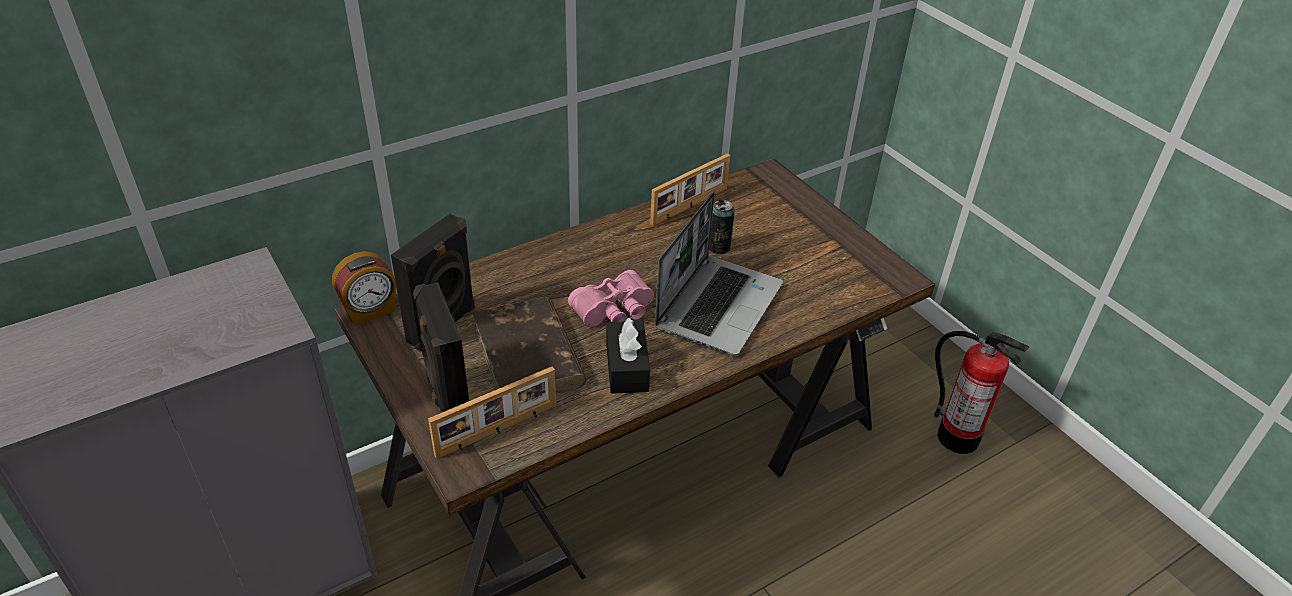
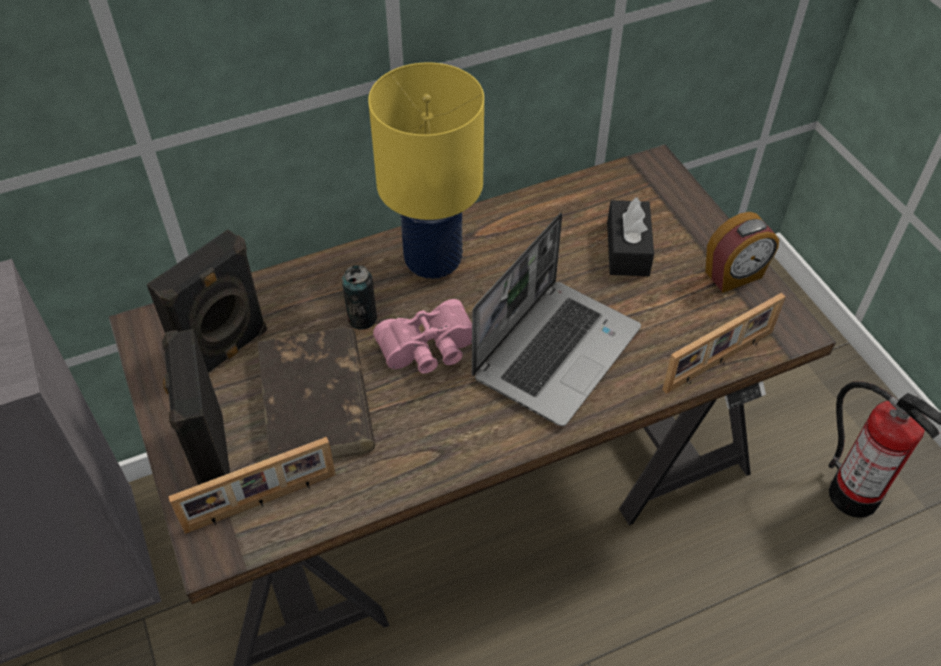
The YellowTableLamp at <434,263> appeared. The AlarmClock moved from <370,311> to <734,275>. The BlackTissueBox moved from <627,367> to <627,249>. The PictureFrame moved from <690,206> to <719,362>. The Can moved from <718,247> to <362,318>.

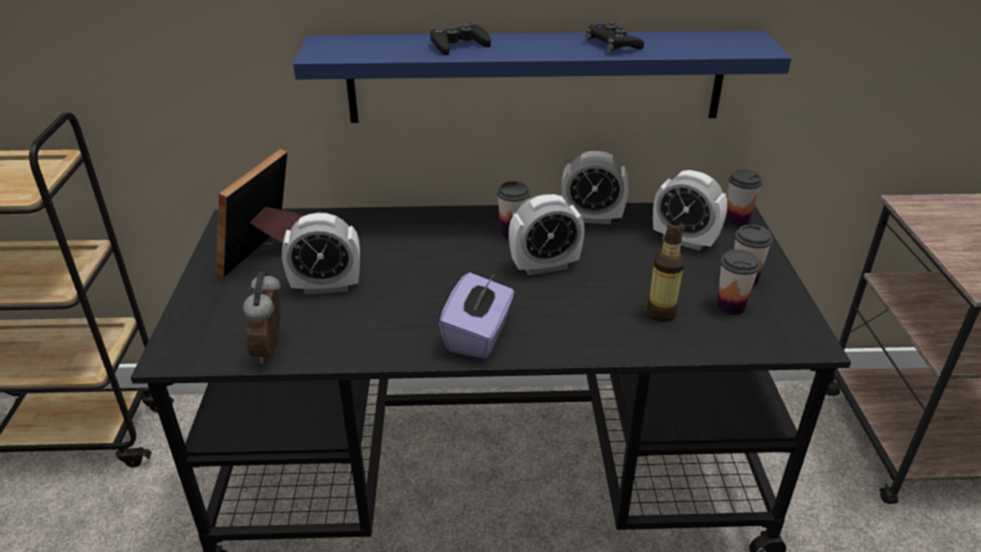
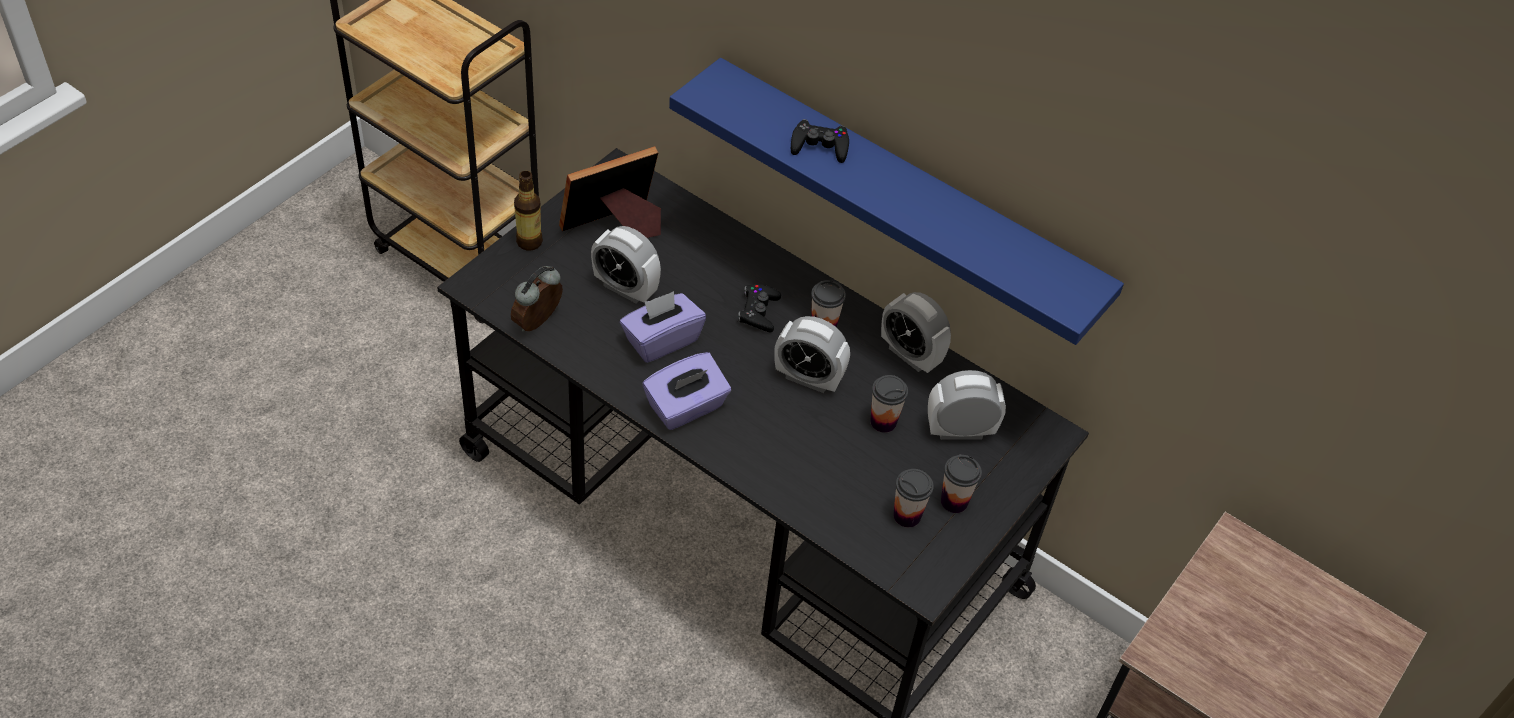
The PurpleTissueBox at <661,340> appeared. The BlackGameController moved from <612,45> to <758,312>. The Bottle moved from <661,313> to <529,242>. The Cup moved from <737,220> to <883,422>. The AlarmClock at <684,240> turned 105 degrees clockwise.

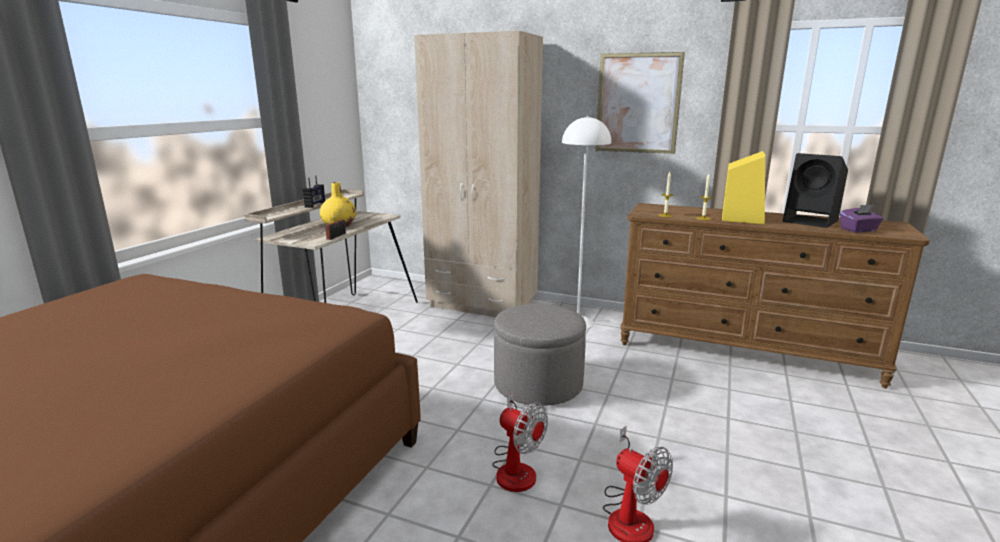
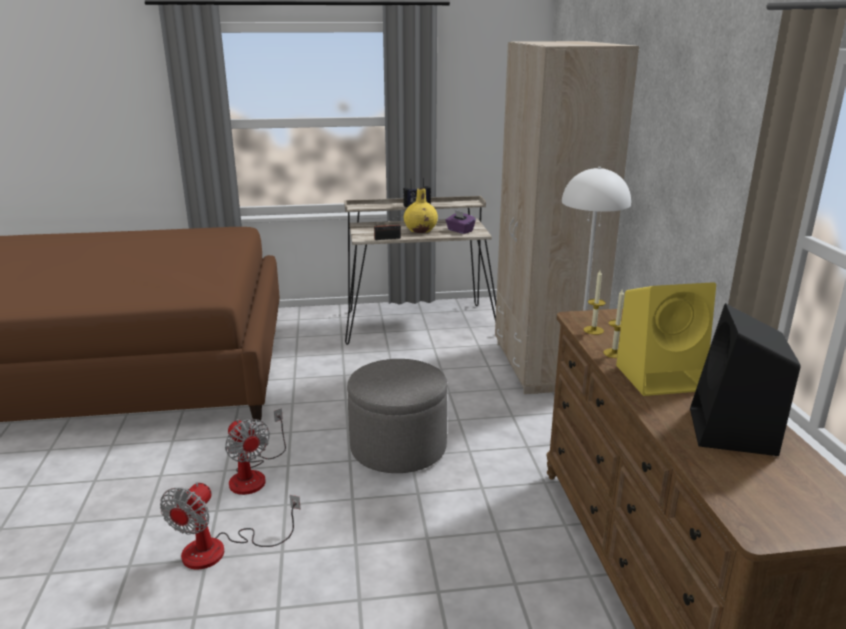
The Picture at <637,103> disappeared. The PurpleTissueBox moved from <858,230> to <460,231>. The Fan at <515,467> turned 45 degrees counterclockwise.

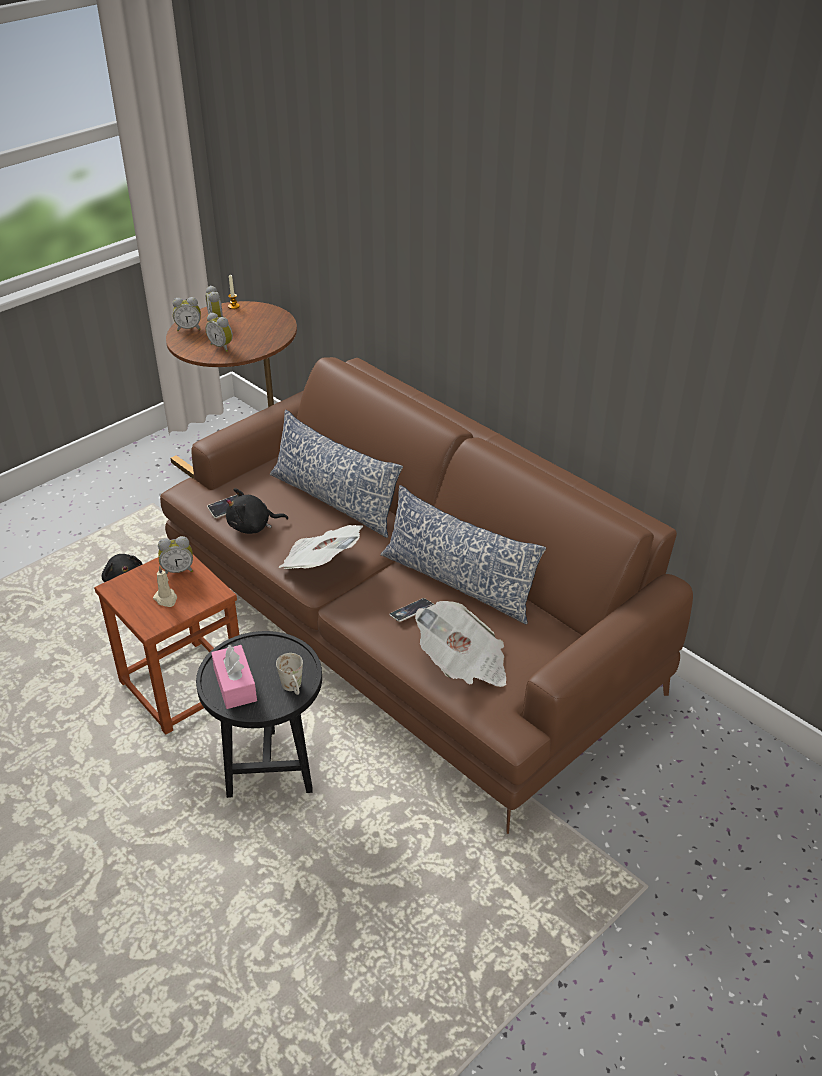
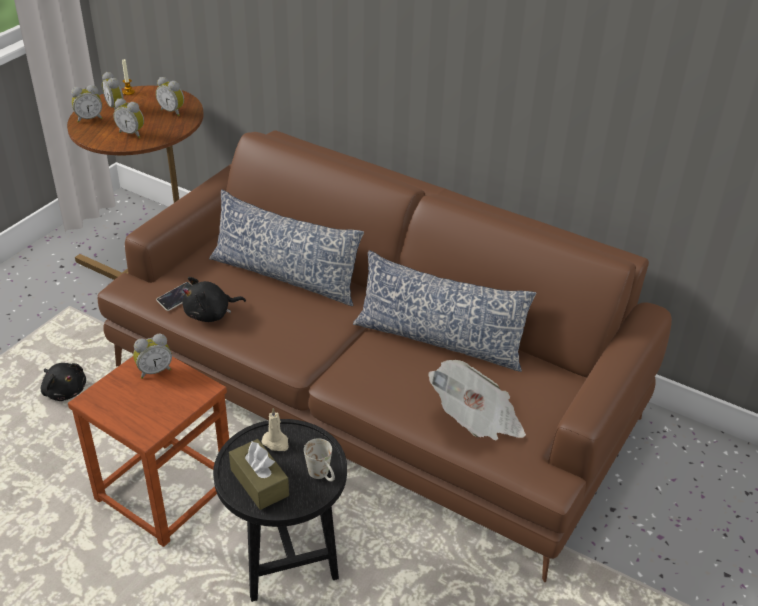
The Newspaper at <321,564> disappeared. The Phone at <411,612> disappeared. The AlarmClock at <173,111> appeared. The BeigeCandle moved from <166,599> to <276,442>. The PinkTissueBox at <235,685> became the BrownTissueBox at <259,482>.

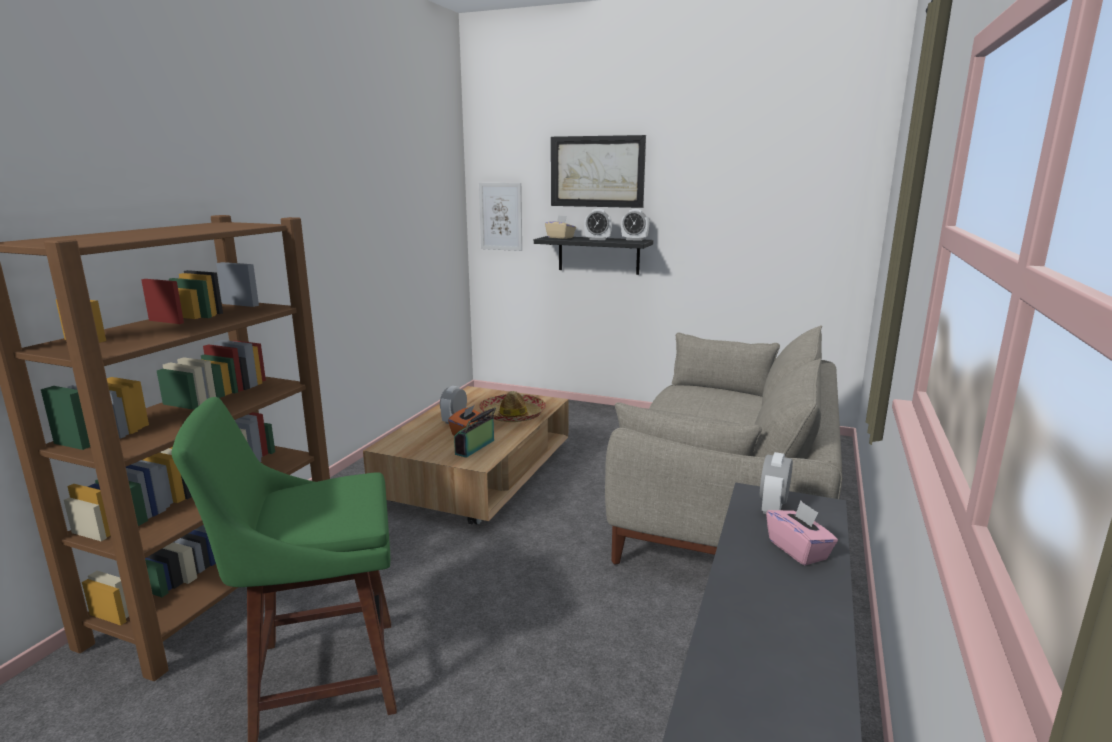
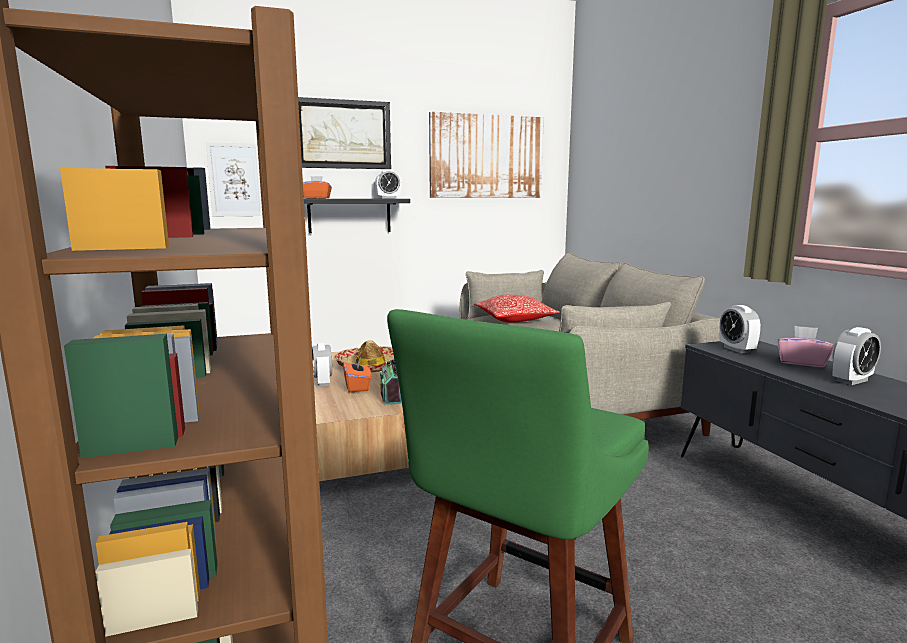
The Picture at <486,156> appeared. The Pillow at <515,320> appeared. The AlarmClock moved from <597,239> to <851,381>. The BeigeTissueBox at <560,237> became the OrangeTissueBox at <317,198>.

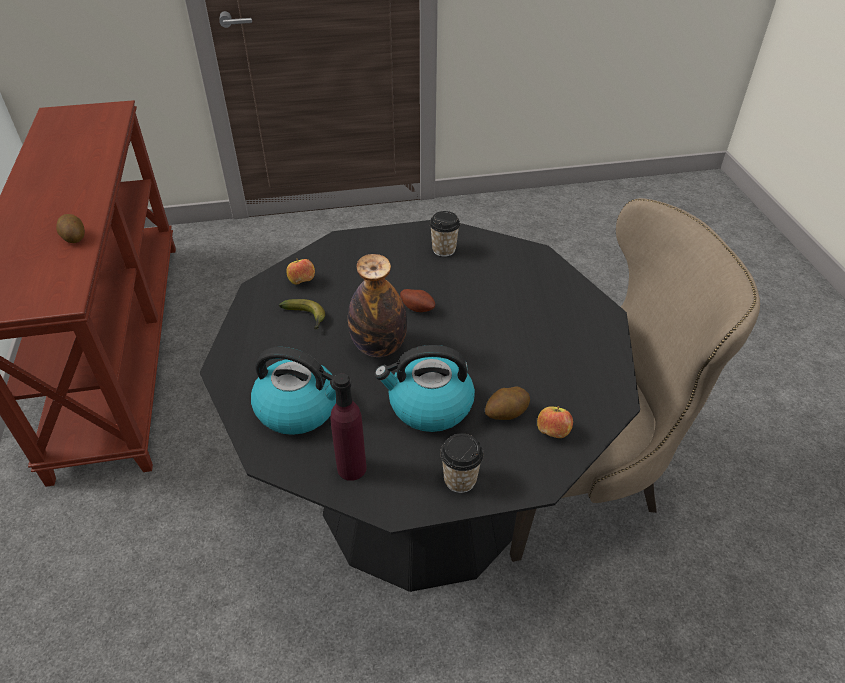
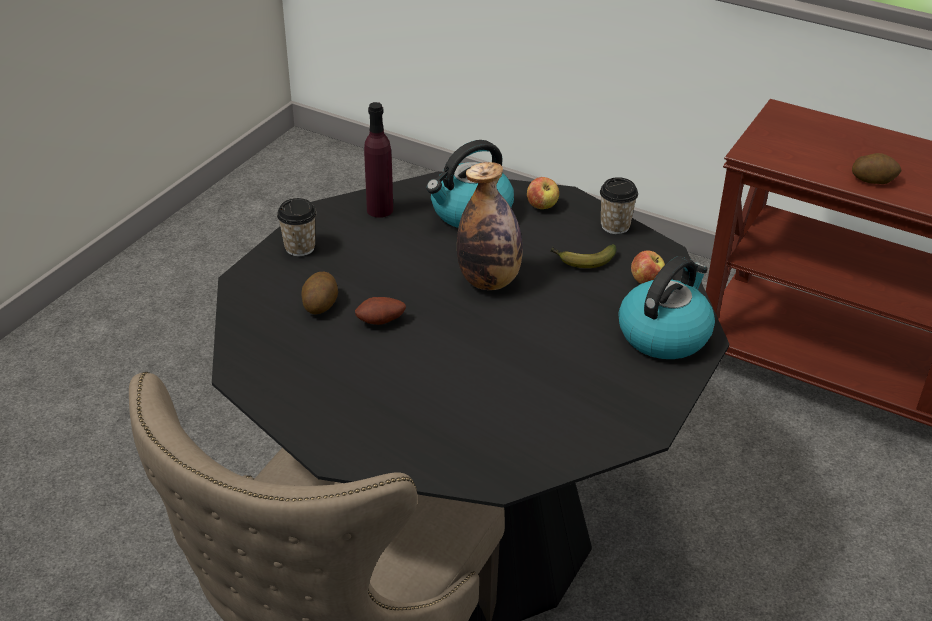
The Kettle moved from <429,406> to <664,334>. The Potato moved from <418,308> to <381,322>. The Cup moved from <444,250> to <615,226>. The Apple moved from <552,432> to <542,206>.

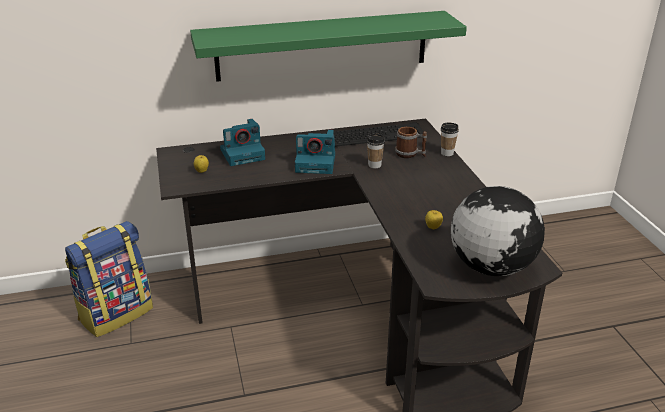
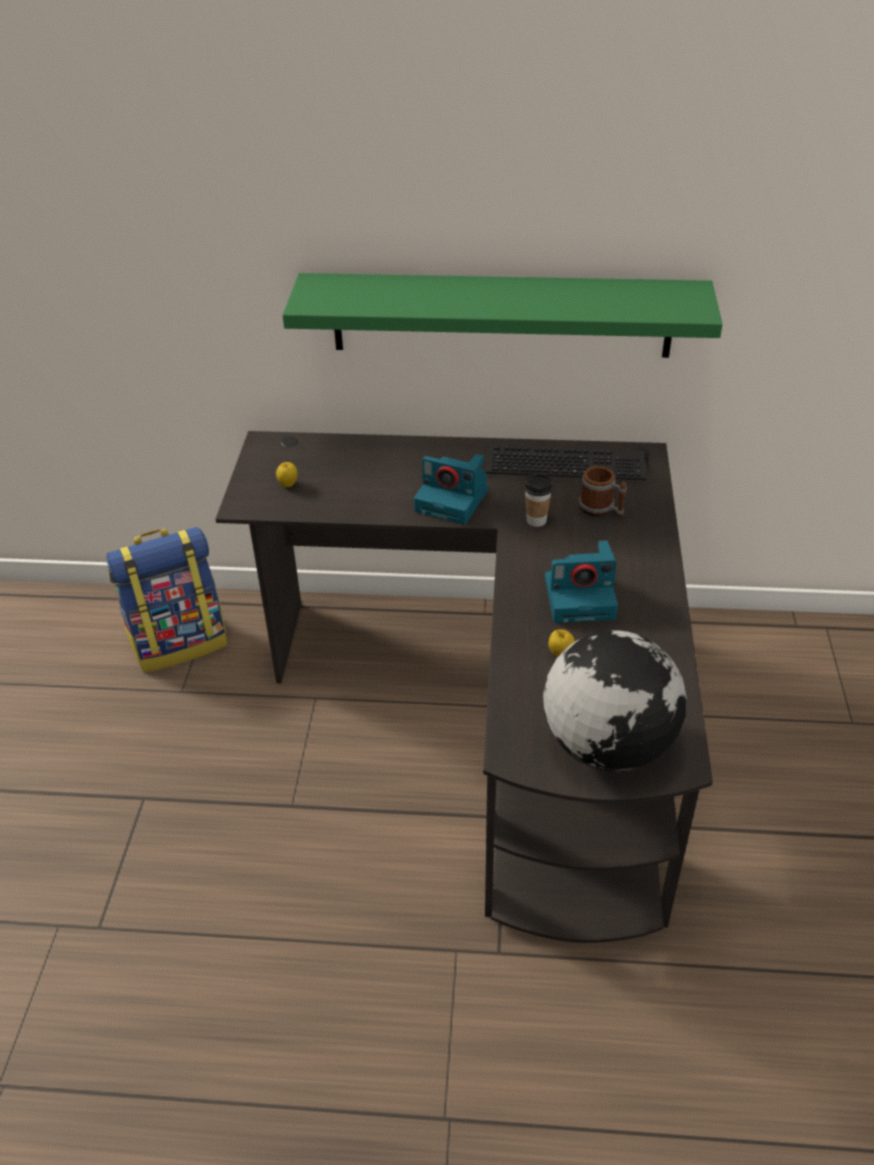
The Cup at <447,153> disappeared. The PhotoCamera moved from <243,154> to <581,597>.

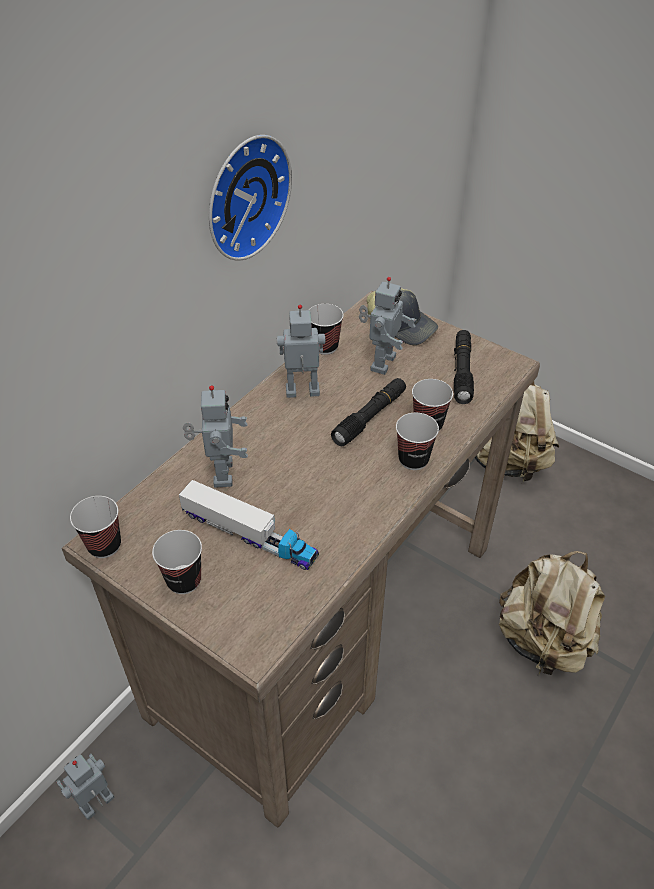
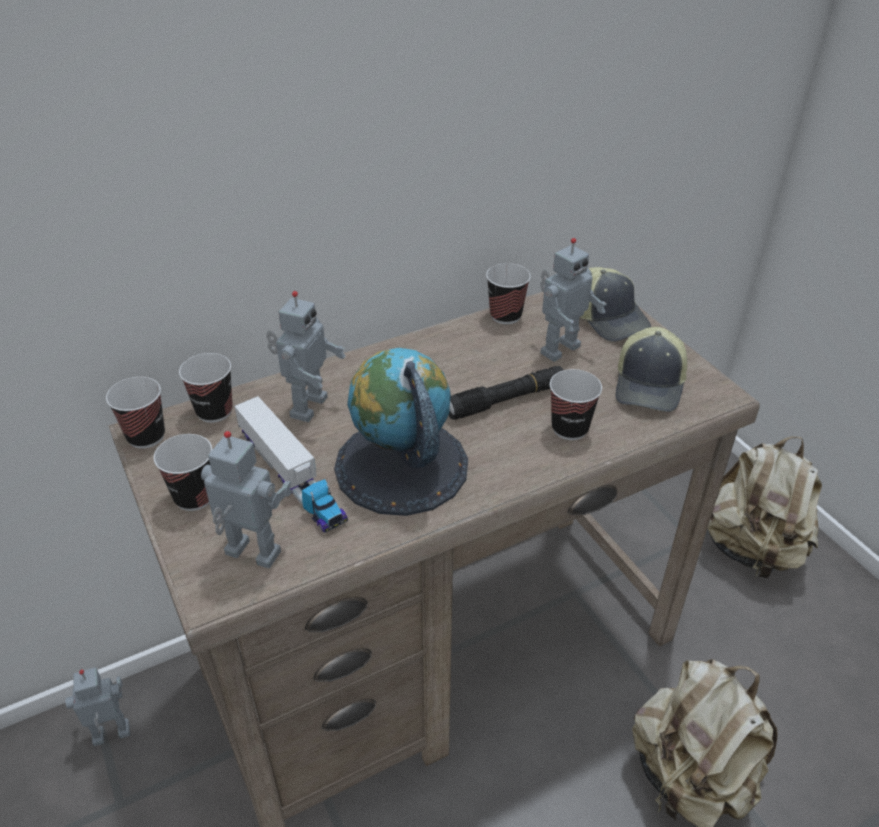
The WallClock at <243,196> disappeared. The Globe at <401,466> appeared. The ToyRobot moved from <302,393> to <251,555>. The Cup moved from <413,459> to <214,411>. The BlackFlashlight at <462,372> was replaced by the Cap at <650,385>.

